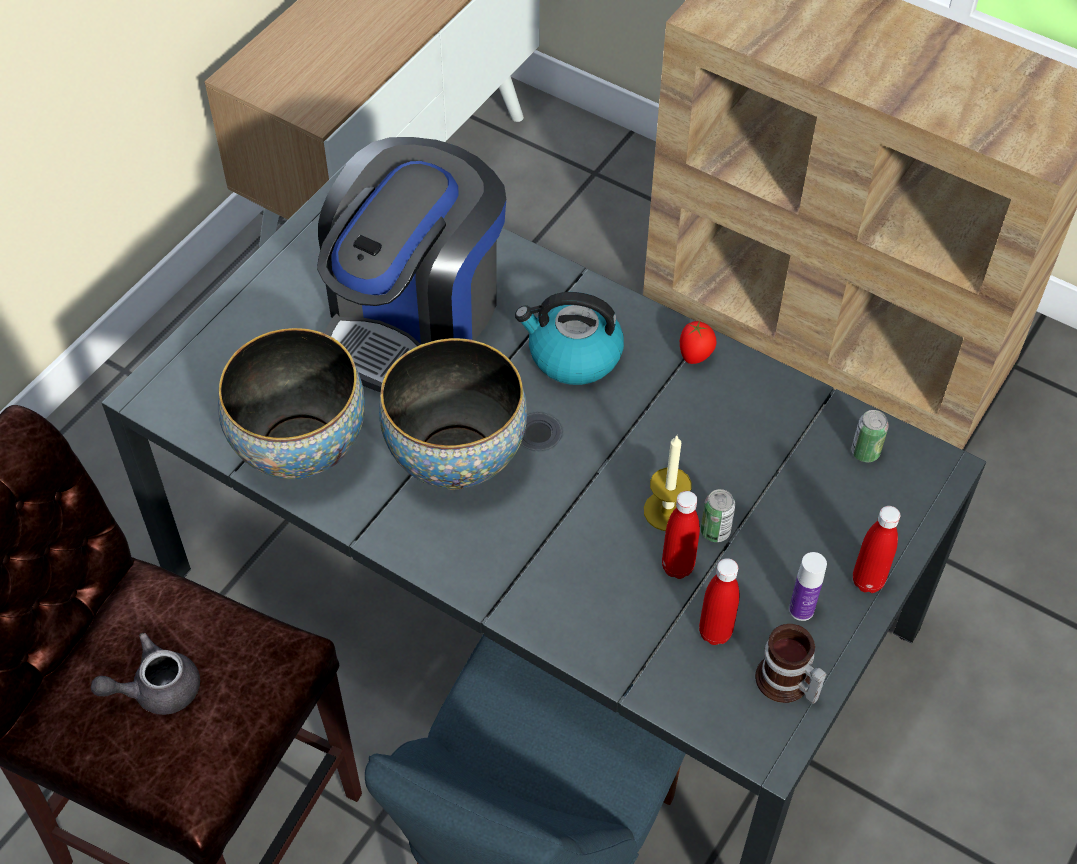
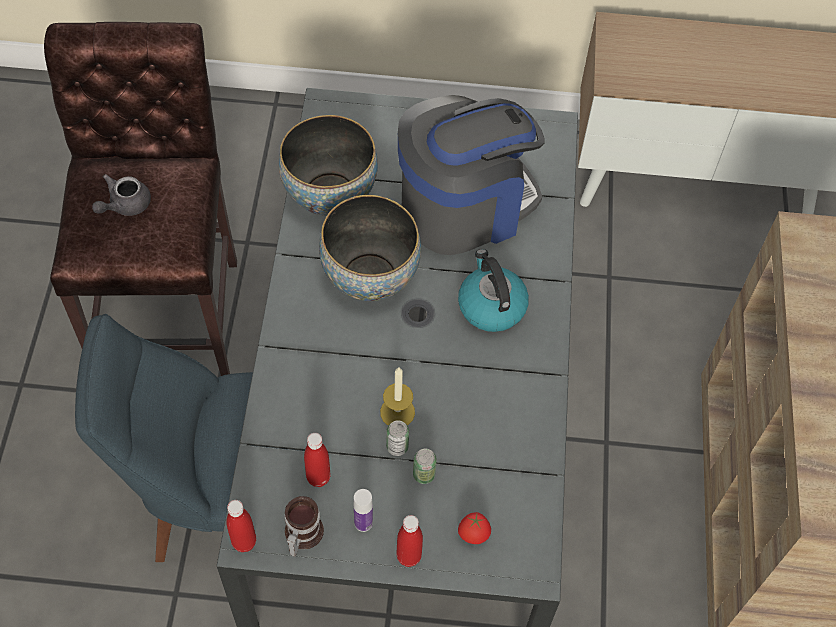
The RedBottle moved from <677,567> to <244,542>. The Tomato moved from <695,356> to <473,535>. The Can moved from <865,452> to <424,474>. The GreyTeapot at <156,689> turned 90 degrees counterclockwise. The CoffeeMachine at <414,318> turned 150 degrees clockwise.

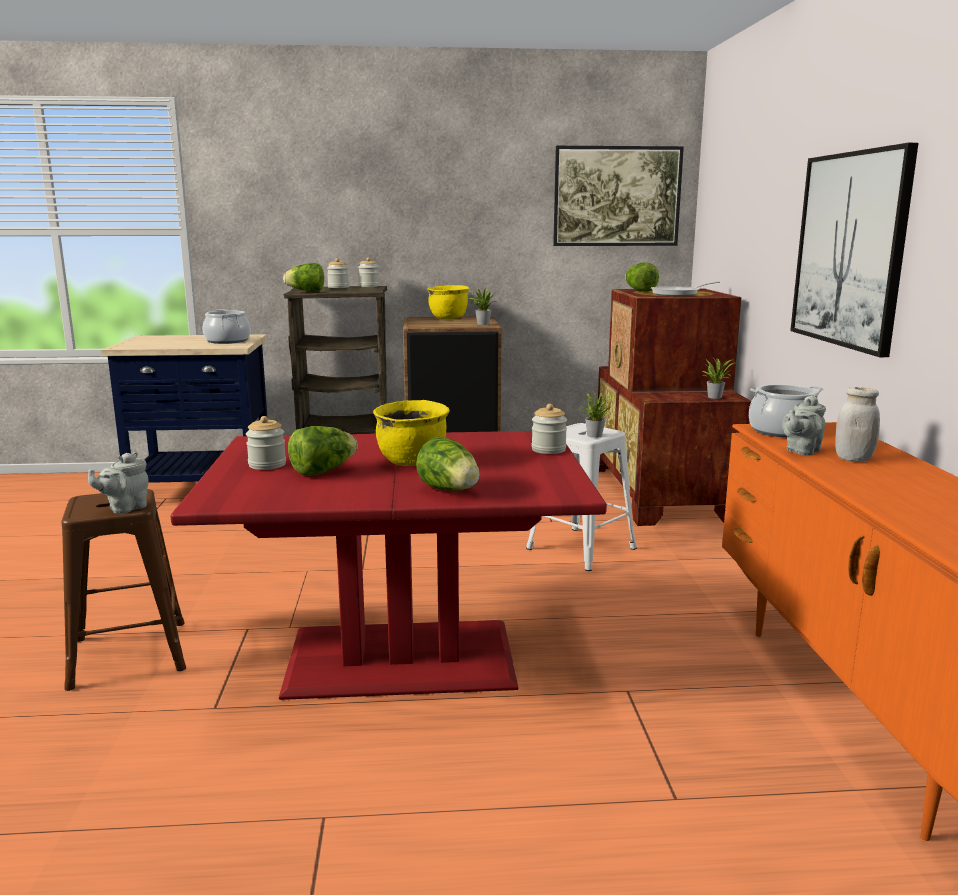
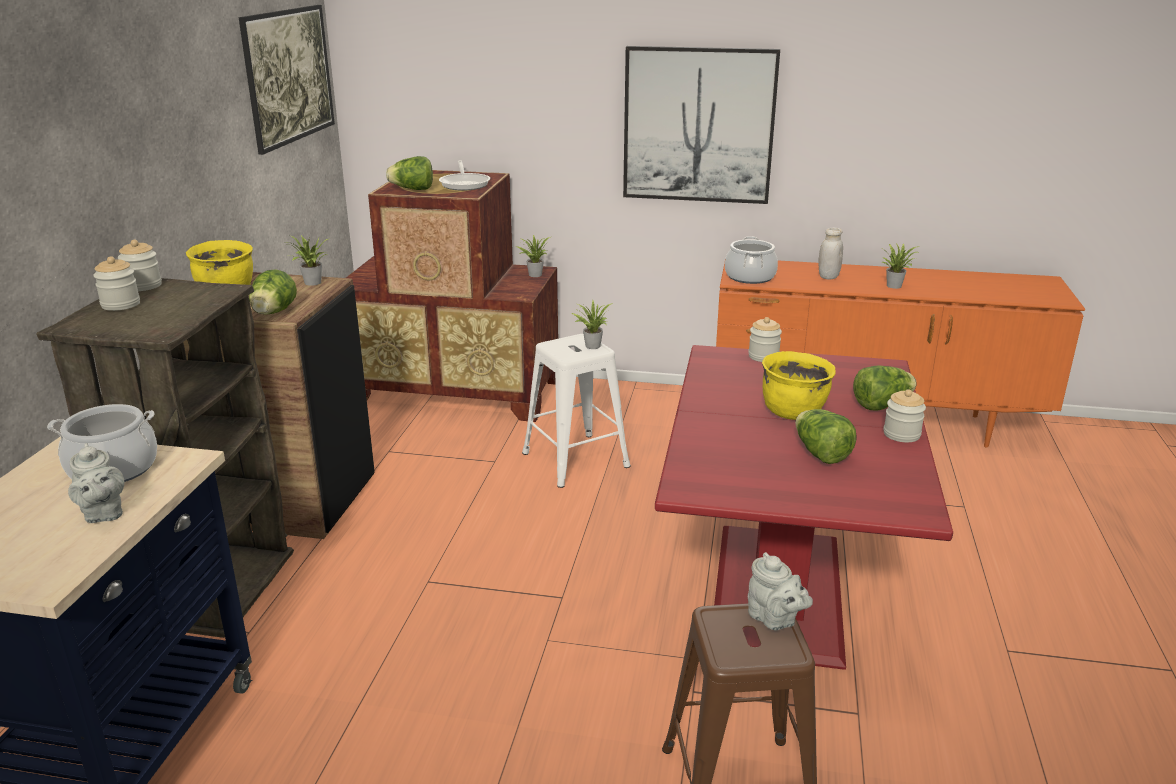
The PottedPlant at <895,285> appeared. The Jar moved from <267,465> to <901,434>. The Lettuce moved from <306,291> to <273,313>. The GreyTeapot moved from <801,451> to <103,514>.

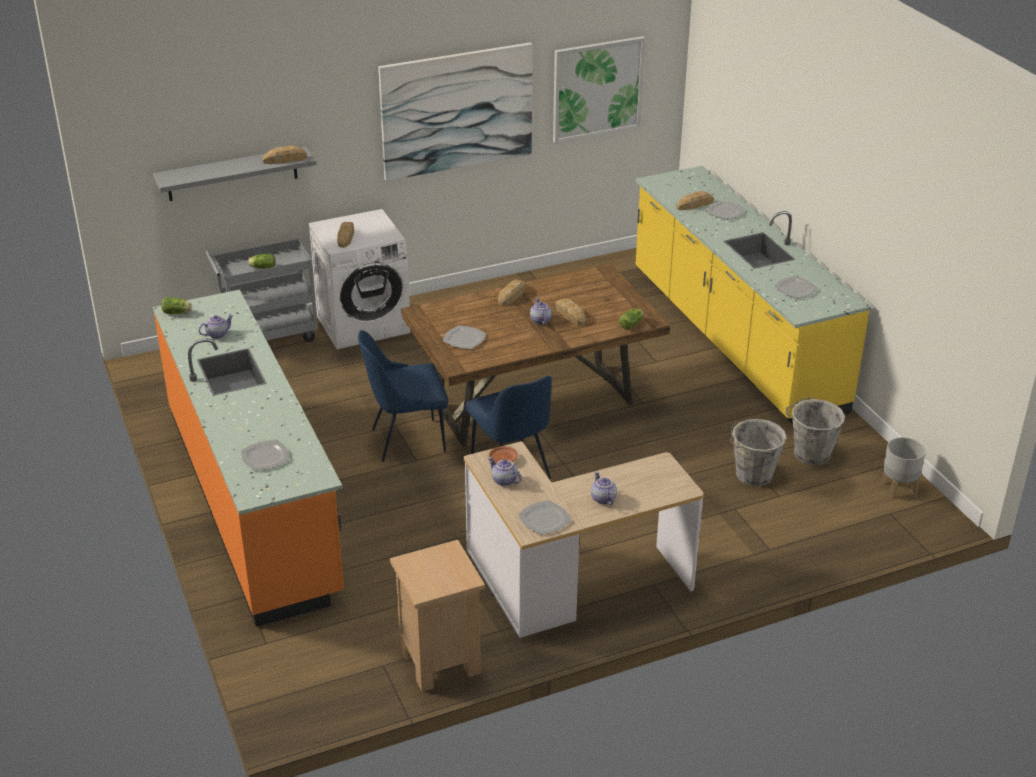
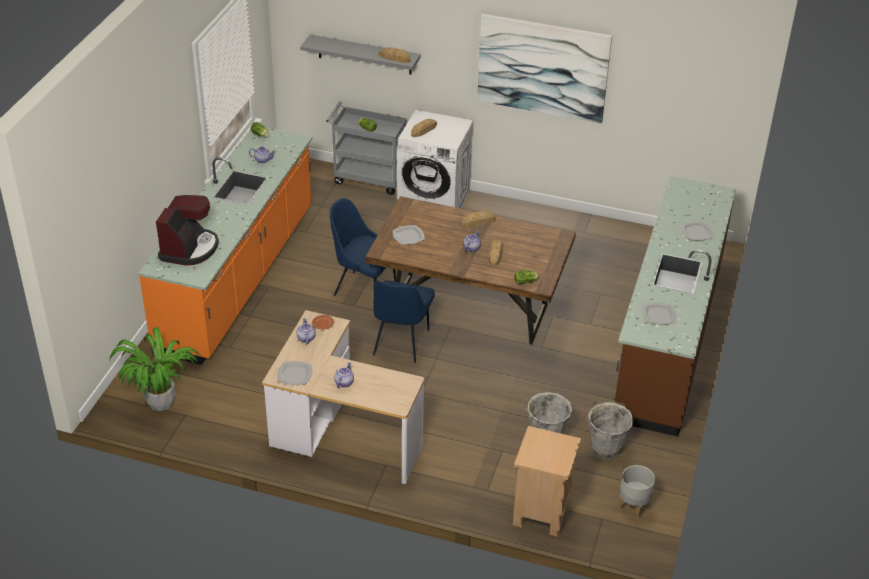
The Picture at <597,89> disappeared. The Bread at <694,204> disappeared. The PottedPlant at <160,402> appeared. The BeigeNightstand moved from <438,660> to <540,512>. The Plate at <264,457> was replaced by the CoffeeMachine at <189,249>. The YellowCounter at <733,340> became the BrownCounter at <667,338>.

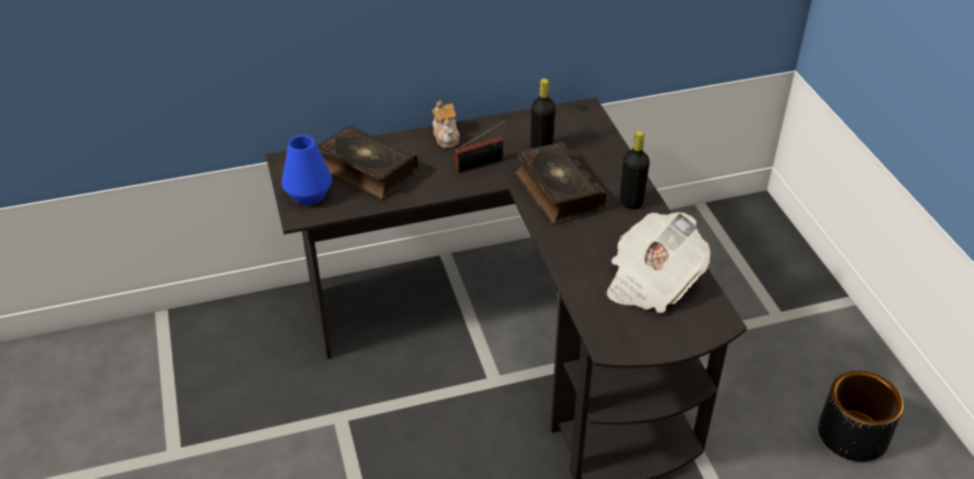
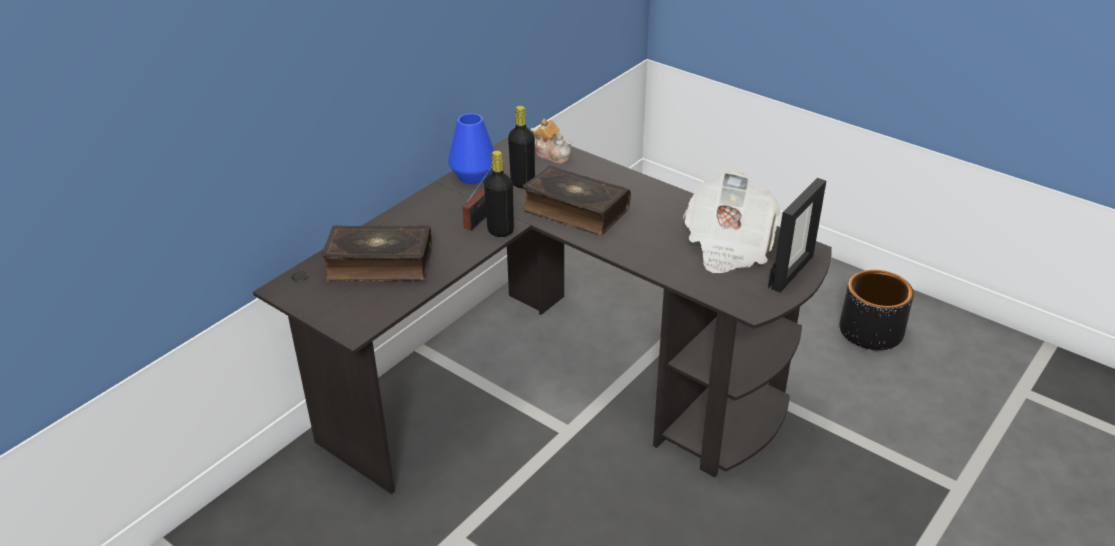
The PictureFrame at <791,271> appeared. The BlueVase moved from <309,195> to <473,176>. The Teapot moved from <446,136> to <552,155>. The BlackBottle moved from <631,202> to <500,231>.

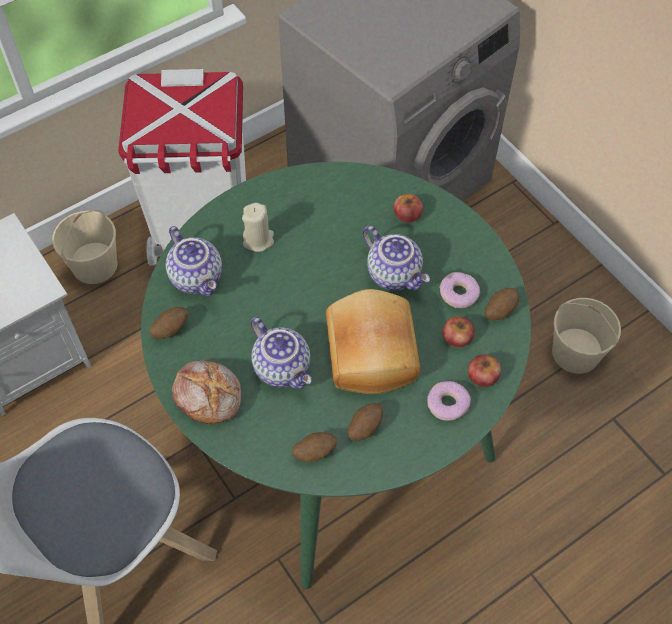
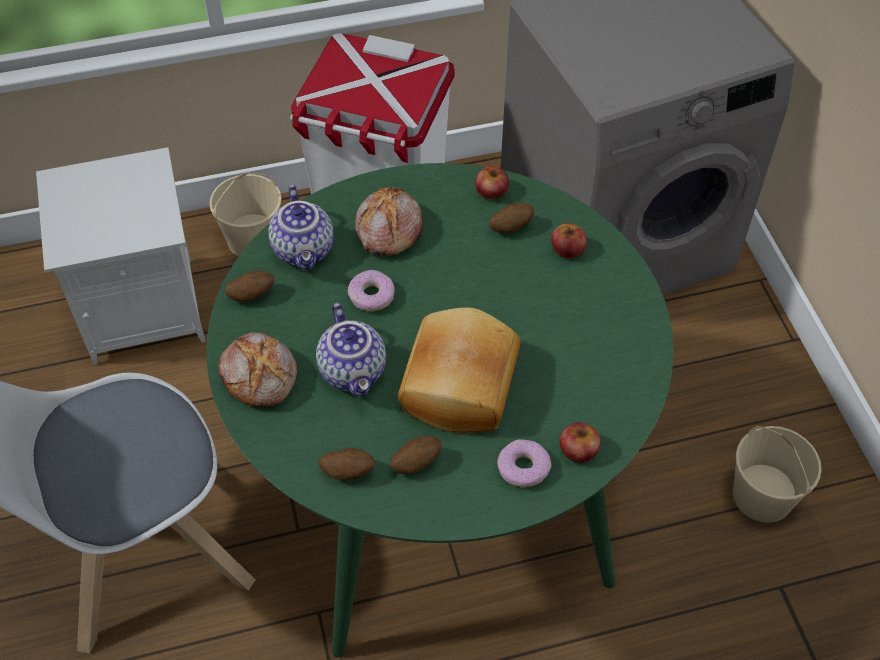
The Teapot at <395,274> disappeared. The Donut moved from <458,294> to <371,296>. The Apple moved from <457,337> to <491,191>. The Potato moved from <499,310> to <510,227>. The BeigeCandle at <258,240> was replaced by the Bread at <388,230>.

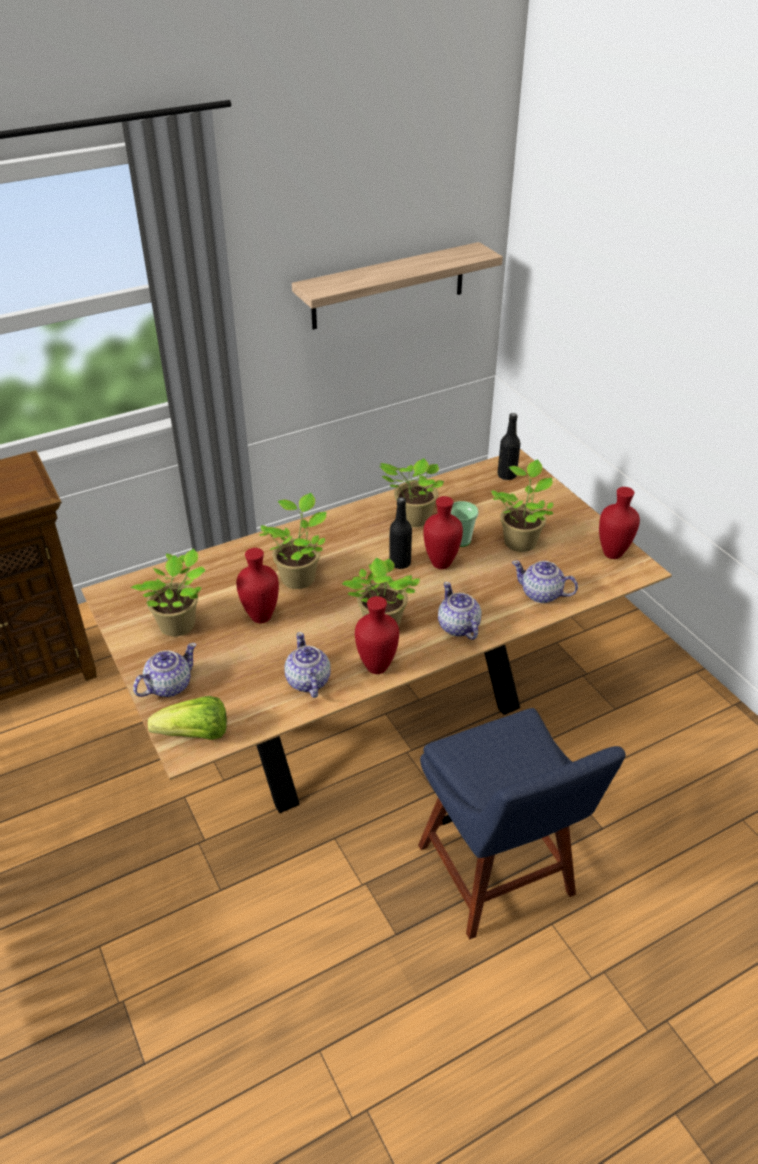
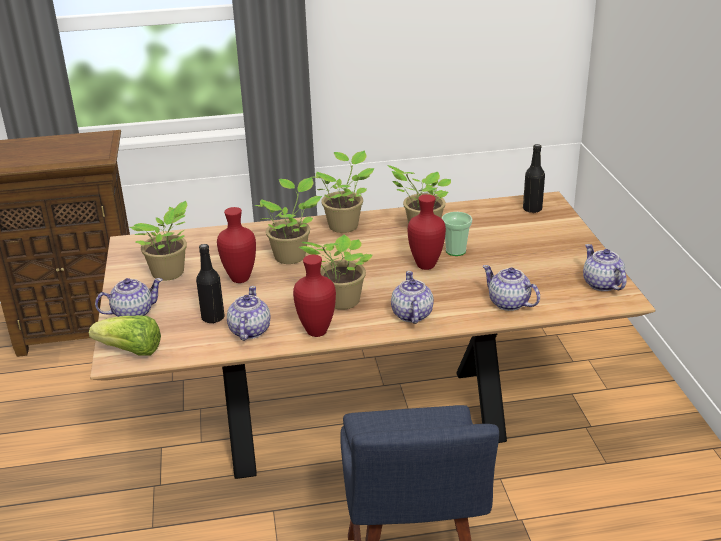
The Shelf at <388,286> disappeared. The BlackBottle moved from <400,563> to <213,318>. The PottedPlant moved from <520,541> to <344,225>. The RedVase at <612,555> was replaced by the Teapot at <601,284>.

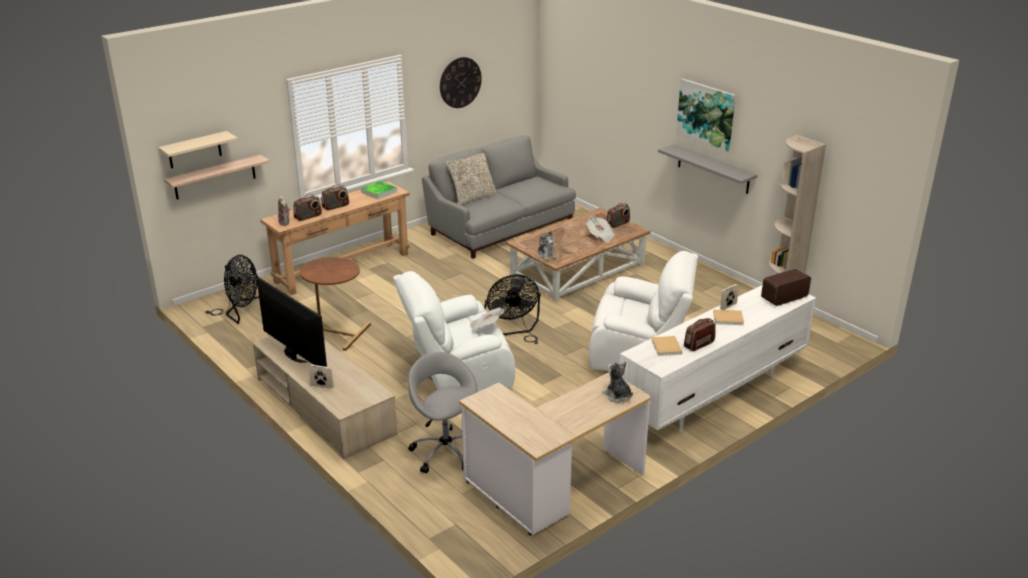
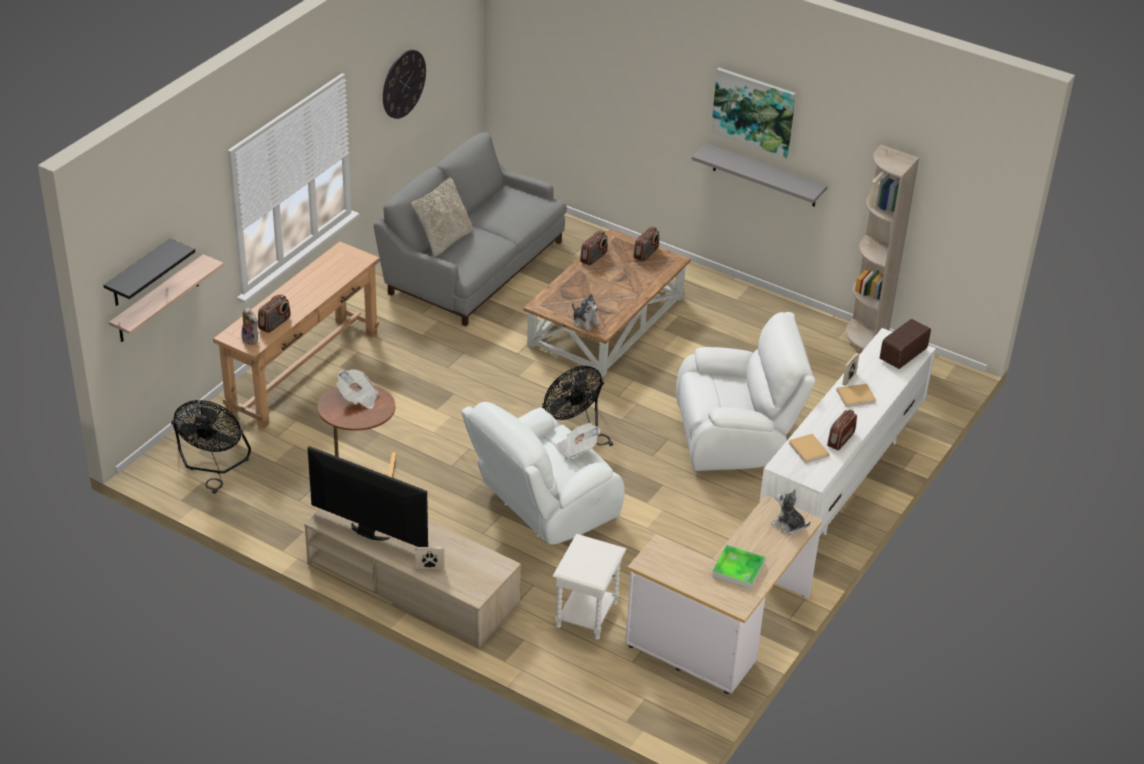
The Radio moved from <335,206> to <593,258>. The Tray moved from <379,192> to <738,569>. The Newspaper moved from <600,236> to <358,398>. The GreyOfficeChair at <445,451> was replaced by the WhiteSideTable at <585,613>. The BeigeShelf at <194,150> became the BlackShelf at <138,274>. The BlackFan at <239,310> turned 75 degrees counterclockwise.

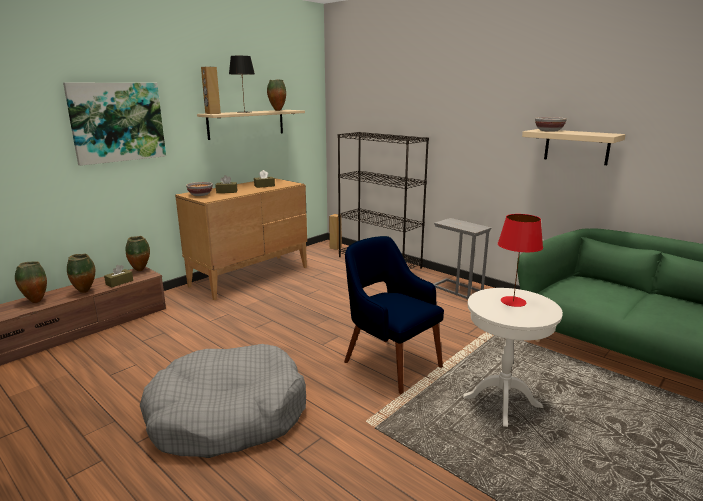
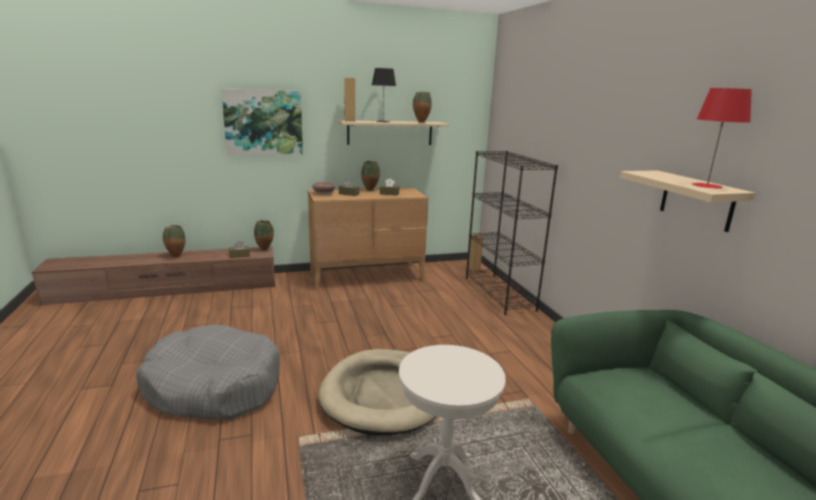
The GreySideTable at <458,289> disappeared. The Bowl at <548,131> disappeared. The Vase moved from <85,292> to <370,190>. The RedTableLamp moved from <512,301> to <706,186>. The BlueArmchair at <390,363> was replaced by the BeigeDogBed at <385,394>.

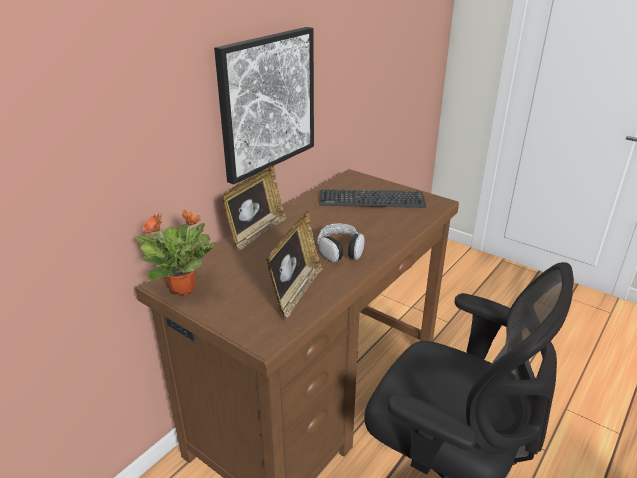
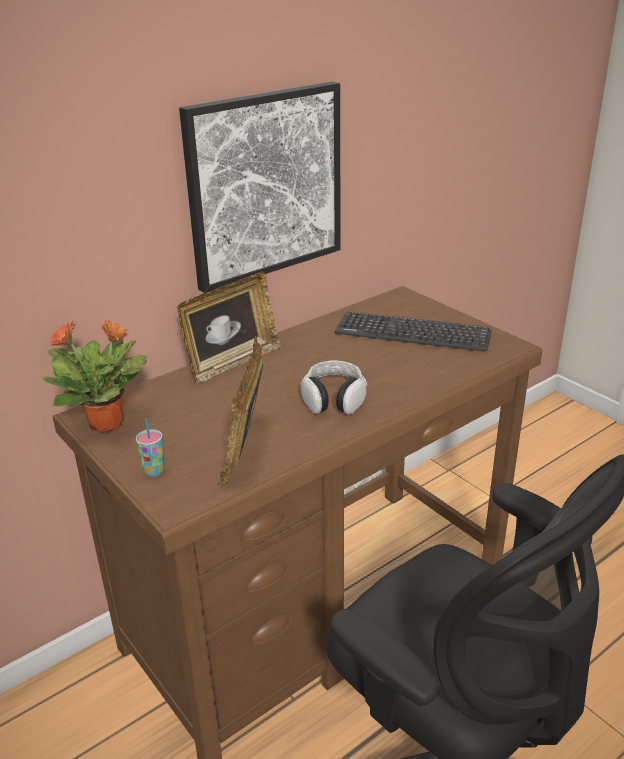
The Cup at <154,471> appeared. The PictureFrame at <295,292> turned 150 degrees clockwise.

